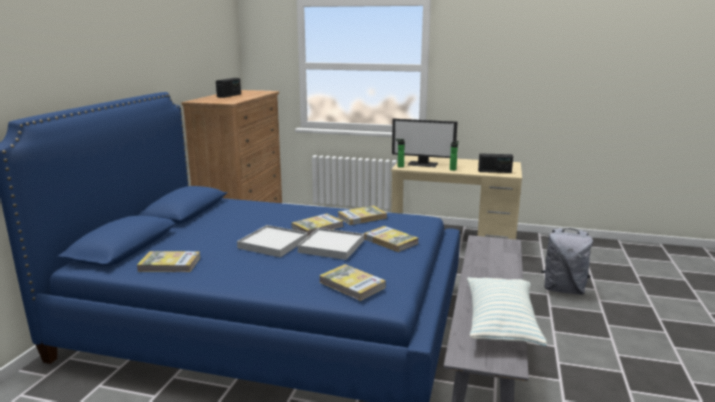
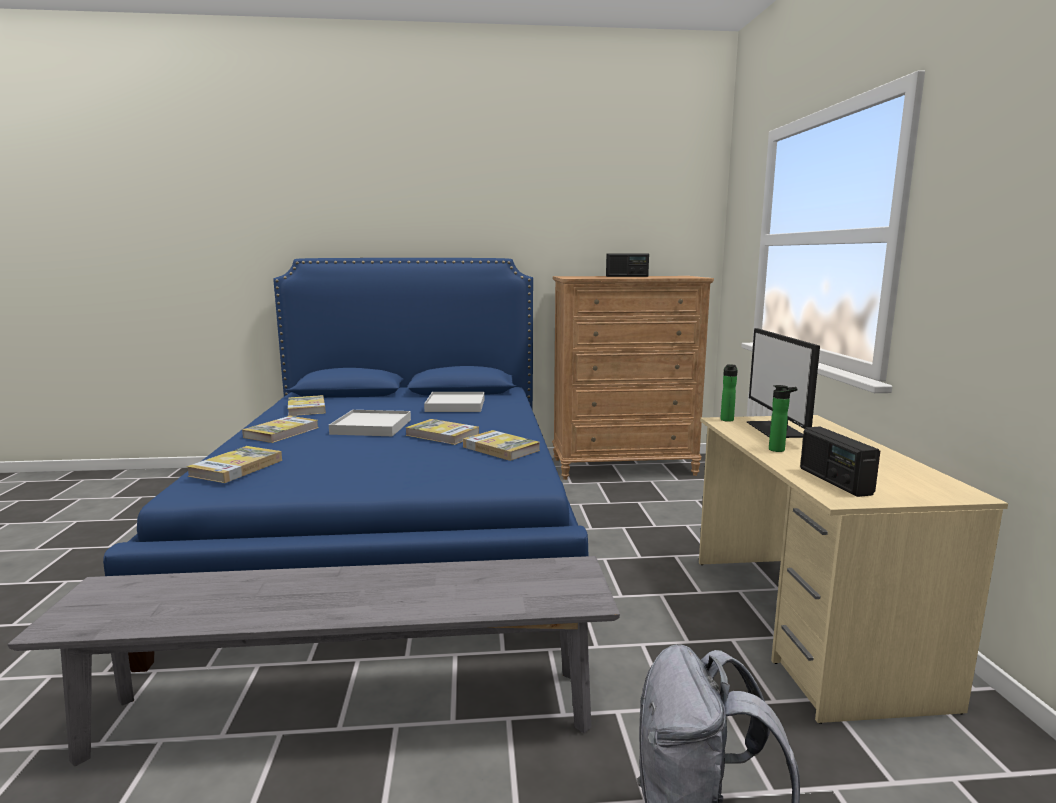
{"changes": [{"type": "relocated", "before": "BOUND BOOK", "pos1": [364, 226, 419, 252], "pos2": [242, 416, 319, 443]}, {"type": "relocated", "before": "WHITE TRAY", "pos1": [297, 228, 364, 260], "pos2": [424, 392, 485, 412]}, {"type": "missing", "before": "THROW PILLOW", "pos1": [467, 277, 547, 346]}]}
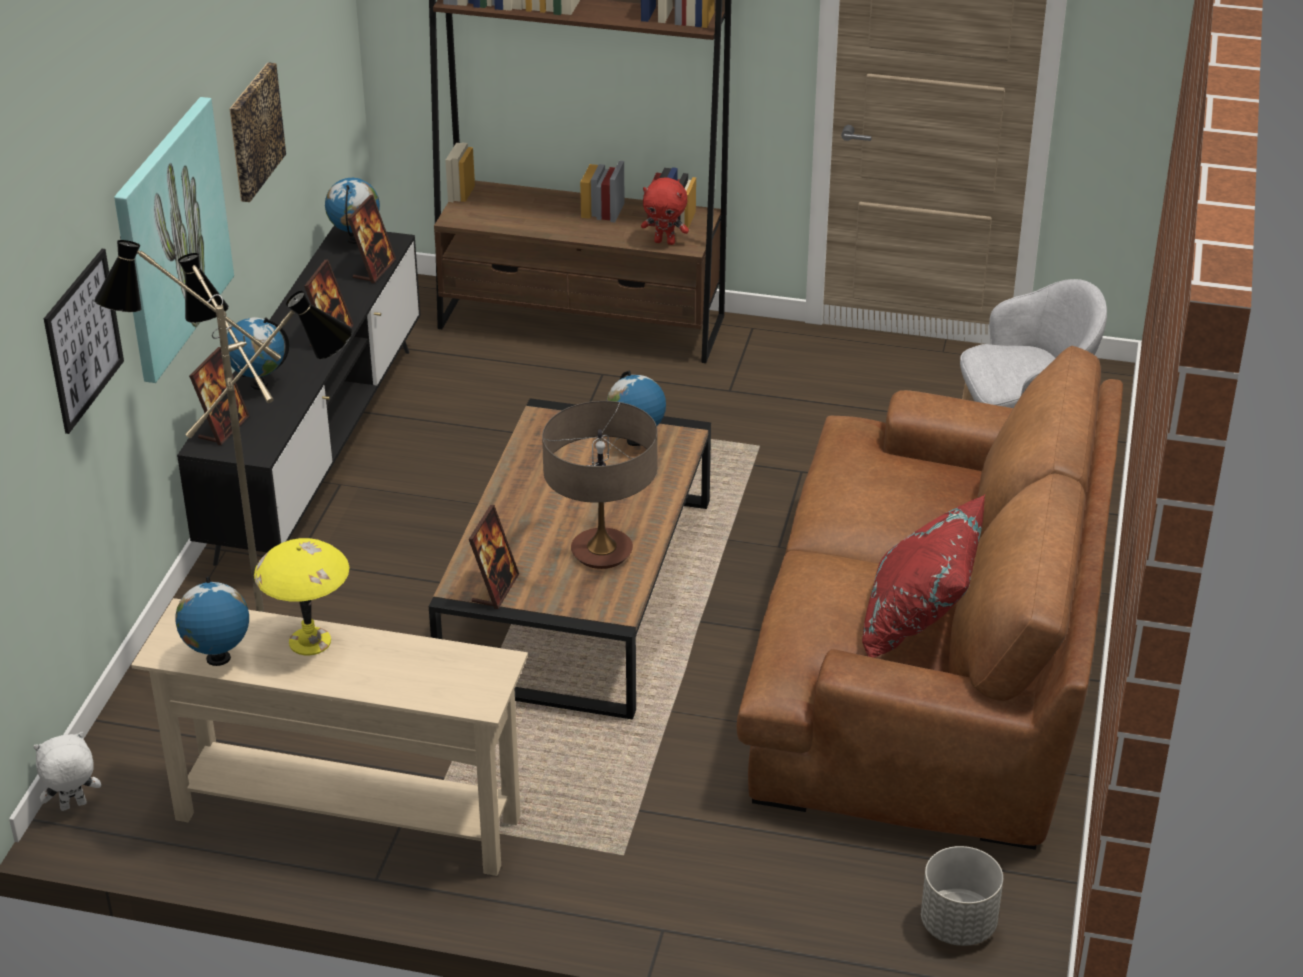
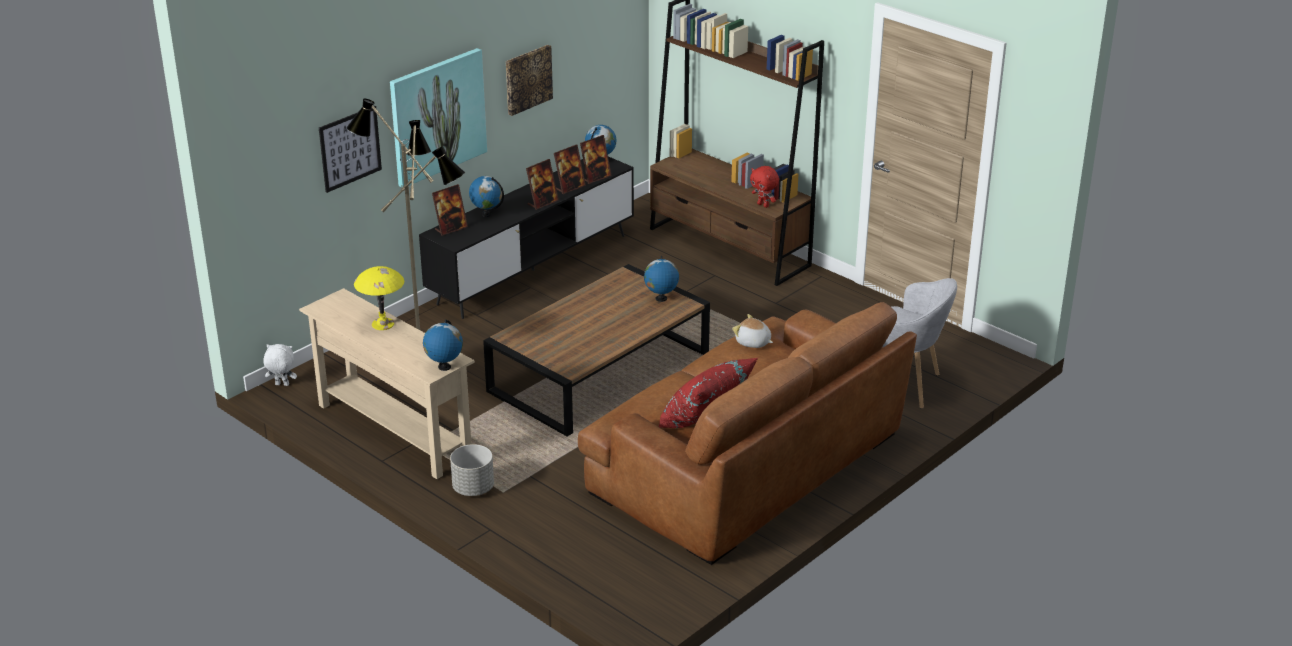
{"changes": [{"type": "missing", "before": "TABLETOP LAMP", "pos1": [542, 401, 658, 569]}, {"type": "relocated", "before": "STANDING FRAME", "pos1": [469, 505, 519, 609], "pos2": [554, 145, 586, 194]}, {"type": "relocated", "before": "DESK GLOBE", "pos1": [175, 576, 249, 666], "pos2": [423, 320, 463, 371]}, {"type": "relocated", "before": "GREYISH PLANT POT", "pos1": [921, 846, 1003, 946], "pos2": [450, 444, 494, 496]}, {"type": "appeared", "after": "PLUSH TOY", "pos2": [732, 314, 773, 348]}]}
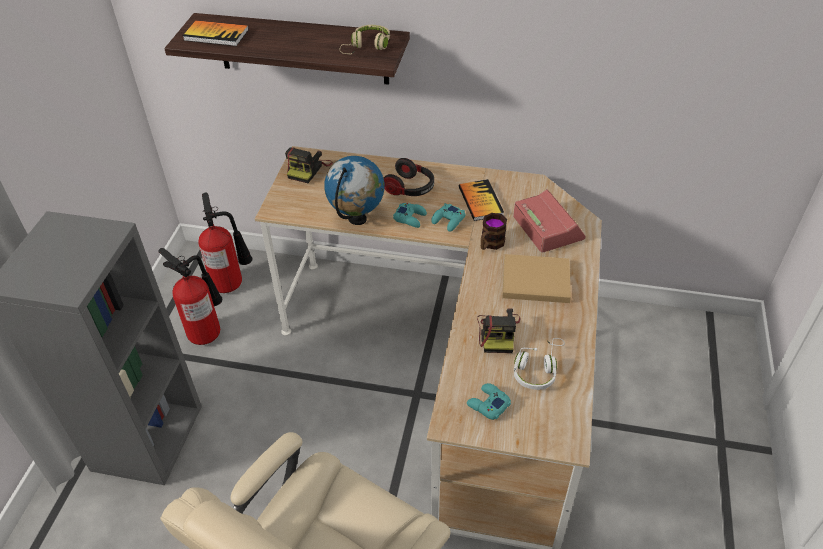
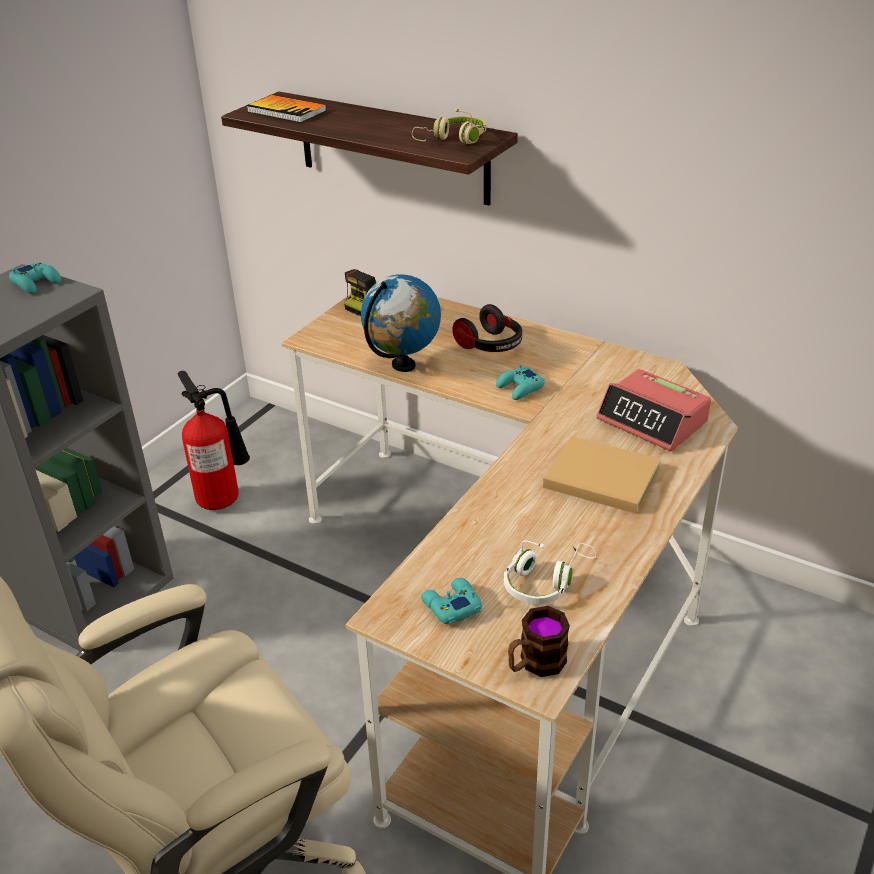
{"changes": [{"type": "missing", "before": "BOUND BOOK", "pos1": [459, 179, 504, 221]}, {"type": "spun", "before": "ALARM CLOCK", "pos1": [513, 189, 586, 253], "pos2": [596, 369, 711, 451], "turn": 135}, {"type": "missing", "before": "FIRE EXTINGUISHER", "pos1": [199, 193, 253, 293]}, {"type": "relocated", "before": "TURQUOISE-COLOURED GAMEPAD", "pos1": [393, 203, 427, 228], "pos2": [9, 263, 61, 294]}, {"type": "relocated", "before": "MUG", "pos1": [481, 213, 507, 250], "pos2": [508, 606, 570, 677]}, {"type": "missing", "before": "PHOTO CAMERA", "pos1": [477, 309, 520, 353]}]}
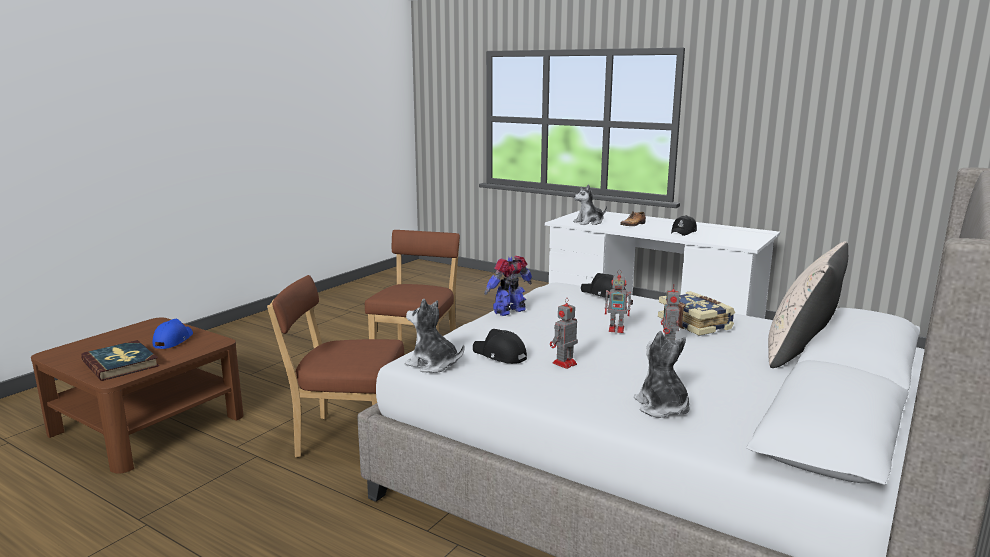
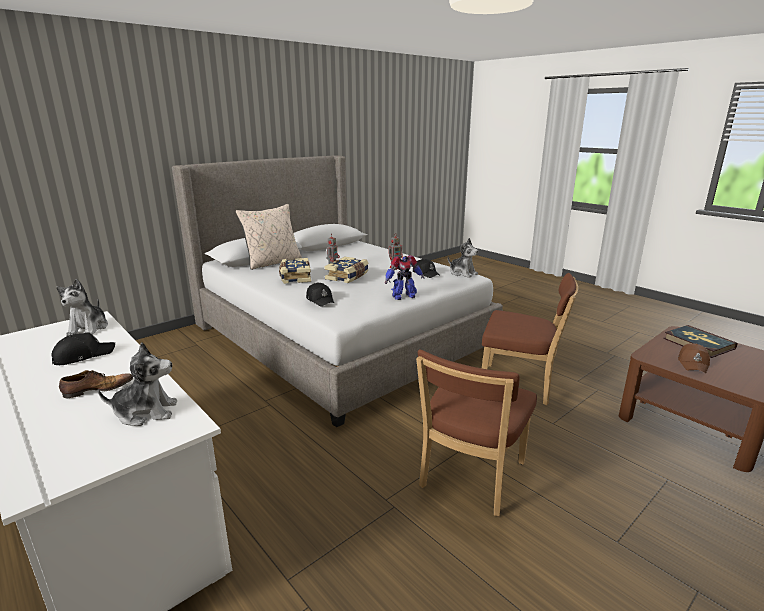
{"changes": [{"type": "exchanged", "before": "ROBOT FIGURE", "after": "BOUND BOOK", "pos1": [605, 270, 633, 333], "pos2": [325, 257, 369, 283]}, {"type": "colour", "before": "BLUE-COLOURED CAP", "after": "BROWNISH CAP", "pos1": [153, 319, 193, 349], "pos2": [678, 343, 710, 373]}, {"type": "relocated", "before": "PLUSH TOY", "pos1": [634, 331, 689, 418], "pos2": [57, 279, 108, 336]}]}
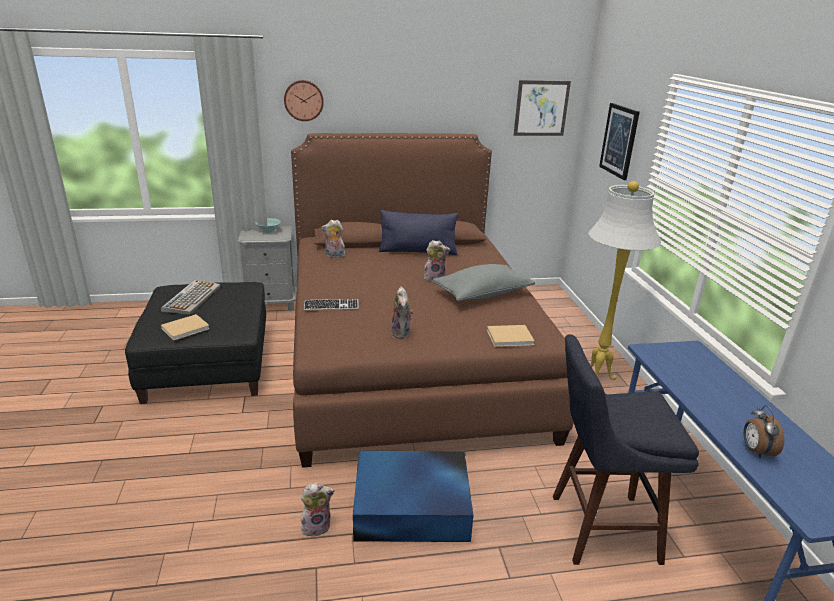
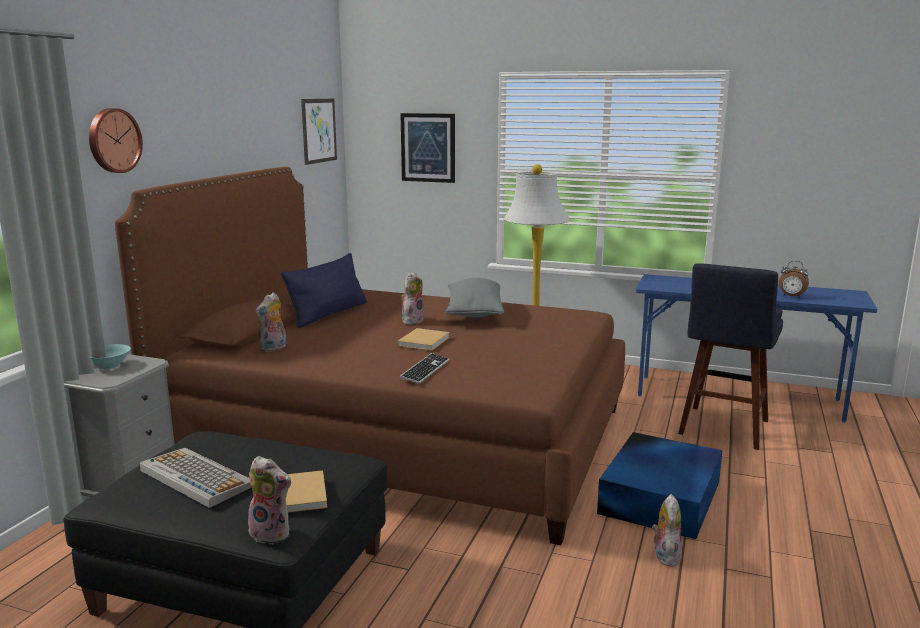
{"changes": [{"type": "relocated", "before": "PLUSH TOY", "pos1": [391, 287, 414, 339], "pos2": [248, 456, 291, 545]}, {"type": "relocated", "before": "BEIGE-COLOURED BOUND BOOK", "pos1": [487, 325, 535, 347], "pos2": [398, 328, 450, 351]}]}
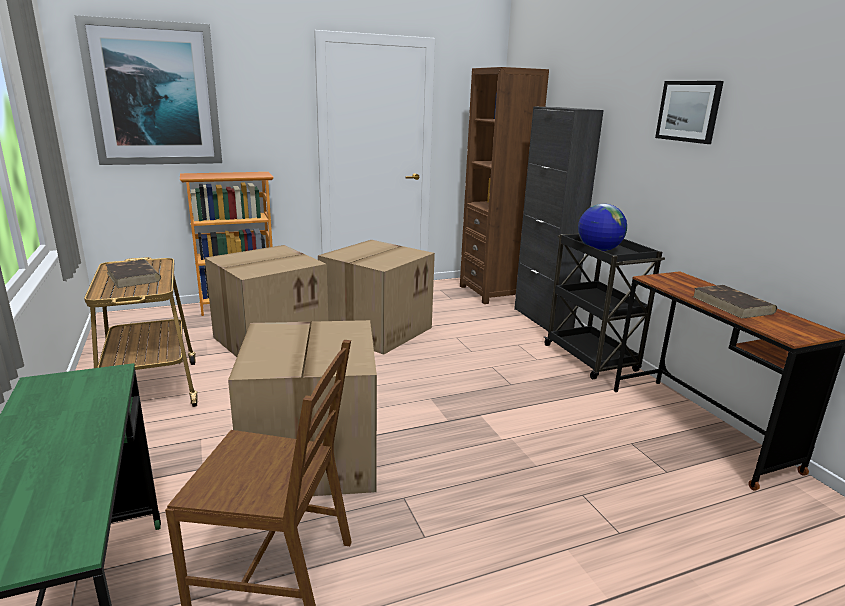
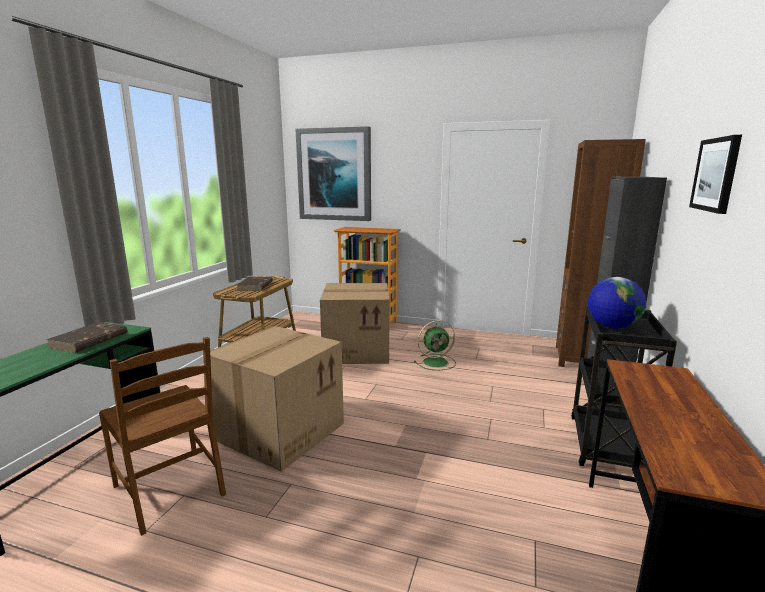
{"changes": [{"type": "exchanged", "before": "PACKING BOX", "after": "GREEN FAN", "pos1": [318, 240, 435, 355], "pos2": [414, 320, 456, 370]}, {"type": "relocated", "before": "BROWNISH BOUND BOOK", "pos1": [693, 285, 777, 319], "pos2": [46, 322, 127, 353]}]}
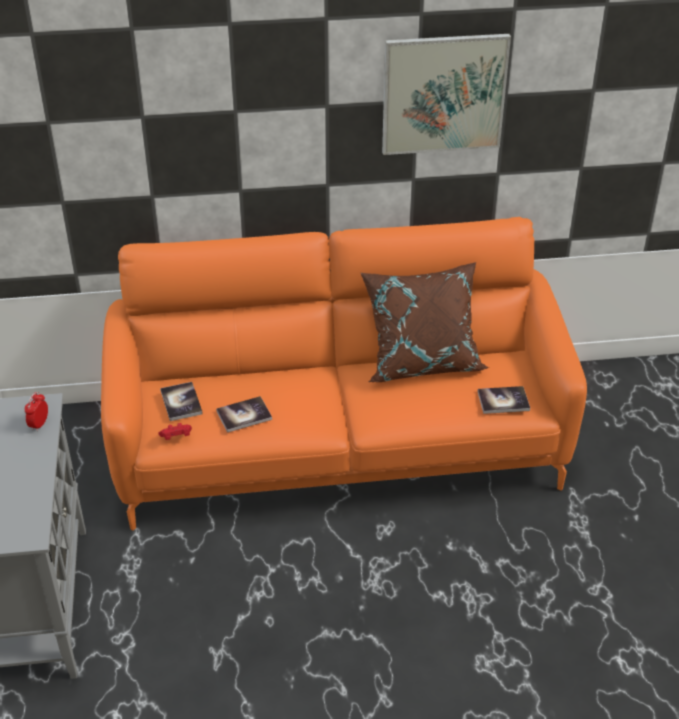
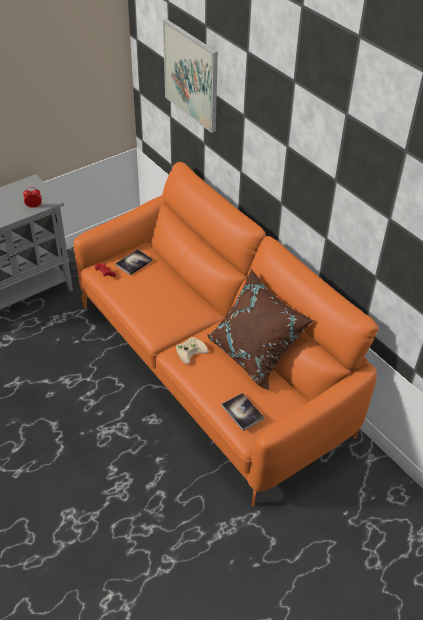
{"changes": [{"type": "relocated", "before": "WALL PICTURE", "pos1": [382, 34, 511, 155], "pos2": [163, 19, 218, 133]}, {"type": "missing", "before": "BOUND BOOK", "pos1": [216, 396, 272, 433]}, {"type": "appeared", "after": "BEIGE-COLOURED GAMEPAD", "pos2": [176, 337, 209, 365]}]}
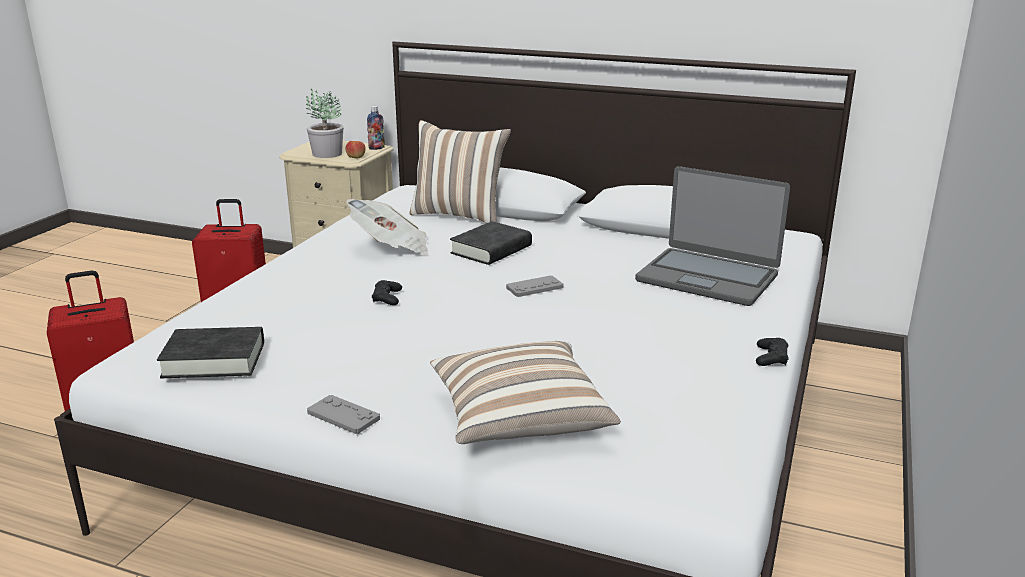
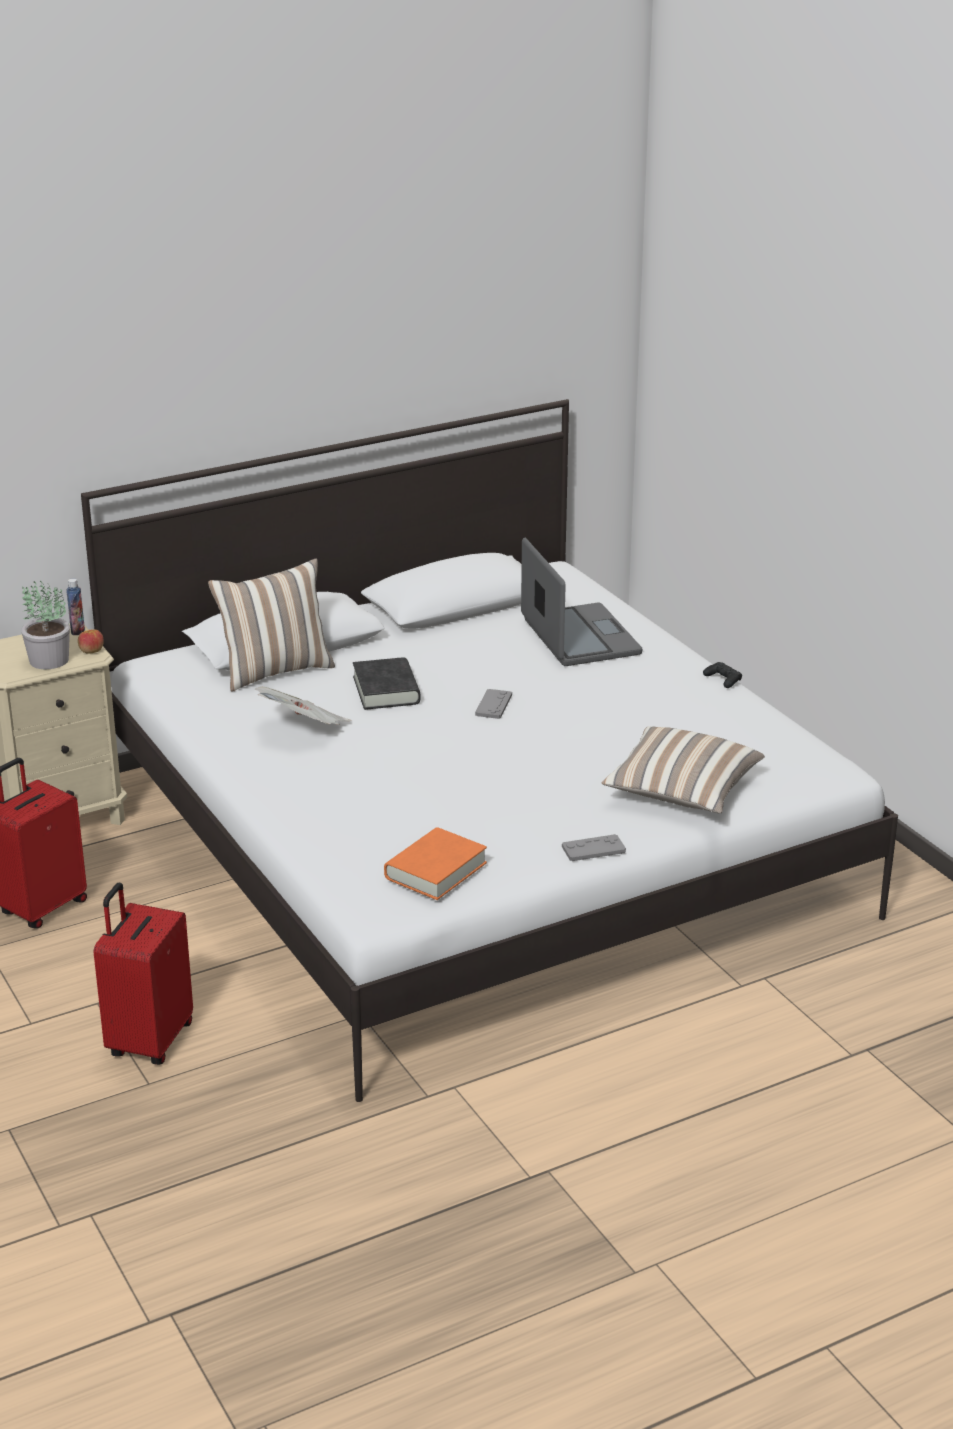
{"changes": [{"type": "spun", "before": "PORTABLE COMPUTER", "pos1": [635, 166, 790, 306], "pos2": [521, 538, 642, 666], "turn": -90}, {"type": "missing", "before": "BLACK-COLOURED GAMEPAD", "pos1": [372, 280, 402, 305]}, {"type": "colour", "before": "BLACK-COLOURED BOUND BOOK", "after": "ORANGE-COLOURED BOUND BOOK", "pos1": [157, 327, 264, 378], "pos2": [384, 827, 487, 900]}]}
